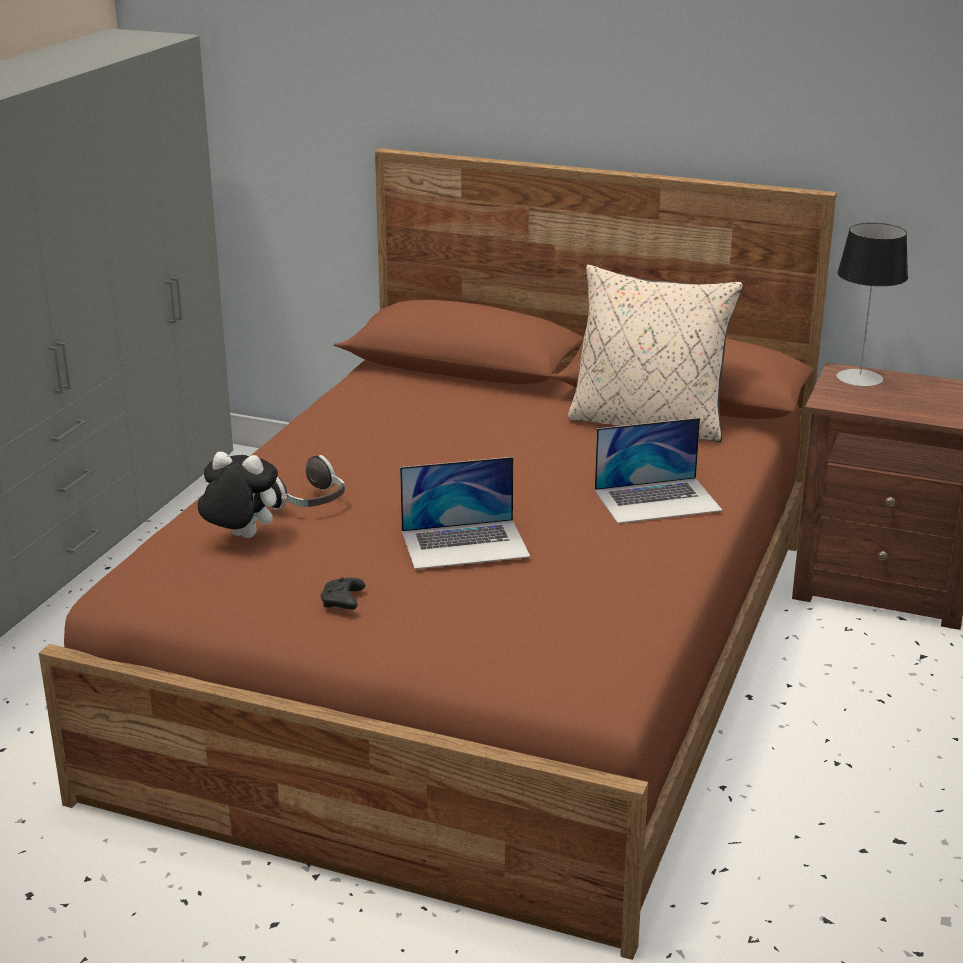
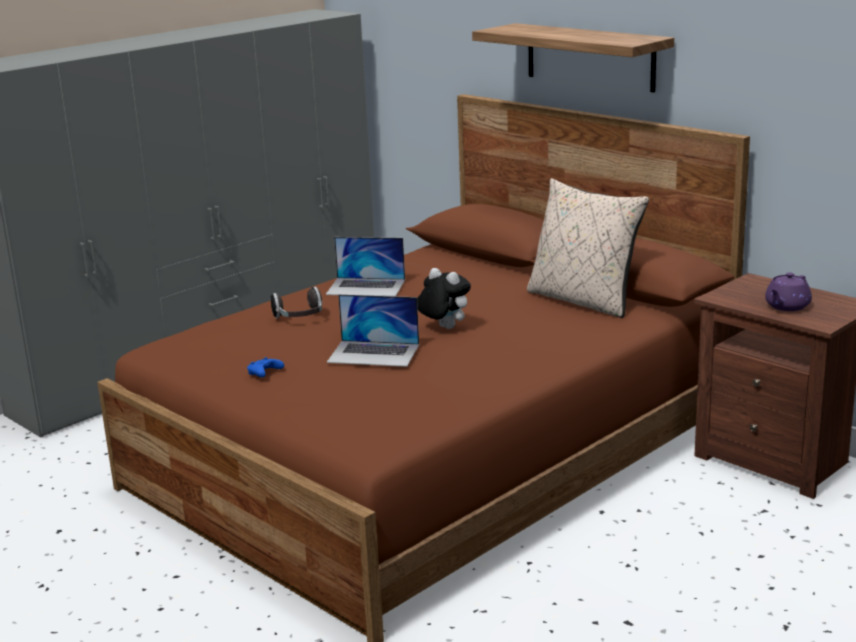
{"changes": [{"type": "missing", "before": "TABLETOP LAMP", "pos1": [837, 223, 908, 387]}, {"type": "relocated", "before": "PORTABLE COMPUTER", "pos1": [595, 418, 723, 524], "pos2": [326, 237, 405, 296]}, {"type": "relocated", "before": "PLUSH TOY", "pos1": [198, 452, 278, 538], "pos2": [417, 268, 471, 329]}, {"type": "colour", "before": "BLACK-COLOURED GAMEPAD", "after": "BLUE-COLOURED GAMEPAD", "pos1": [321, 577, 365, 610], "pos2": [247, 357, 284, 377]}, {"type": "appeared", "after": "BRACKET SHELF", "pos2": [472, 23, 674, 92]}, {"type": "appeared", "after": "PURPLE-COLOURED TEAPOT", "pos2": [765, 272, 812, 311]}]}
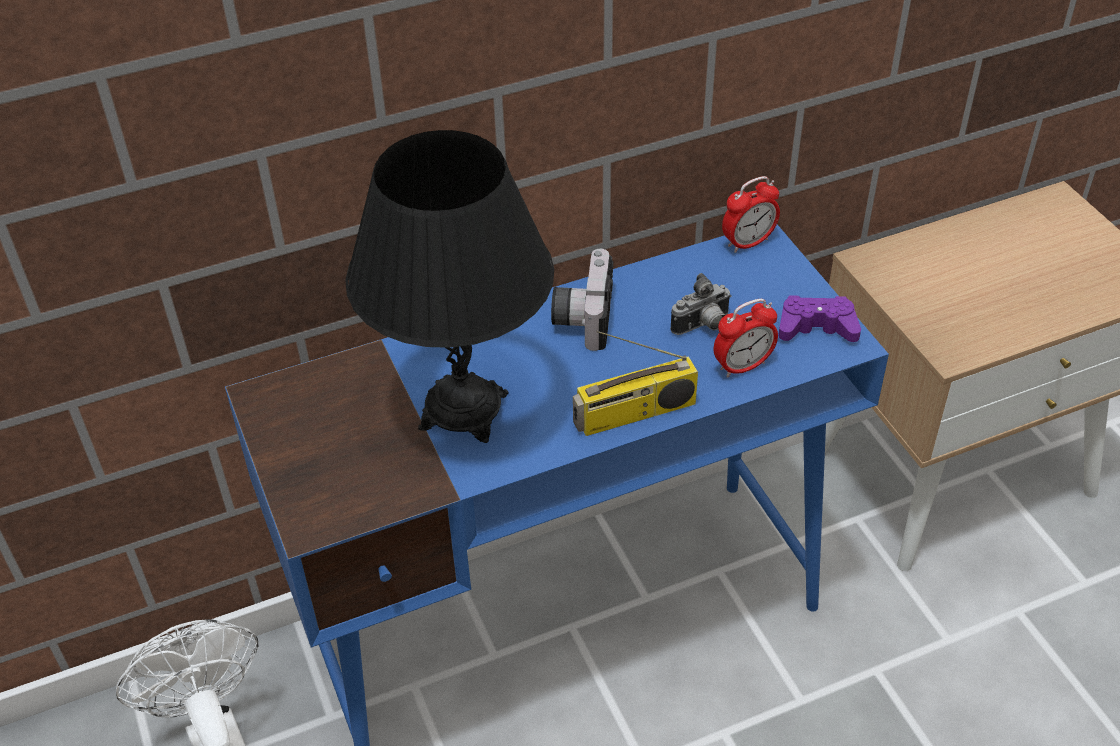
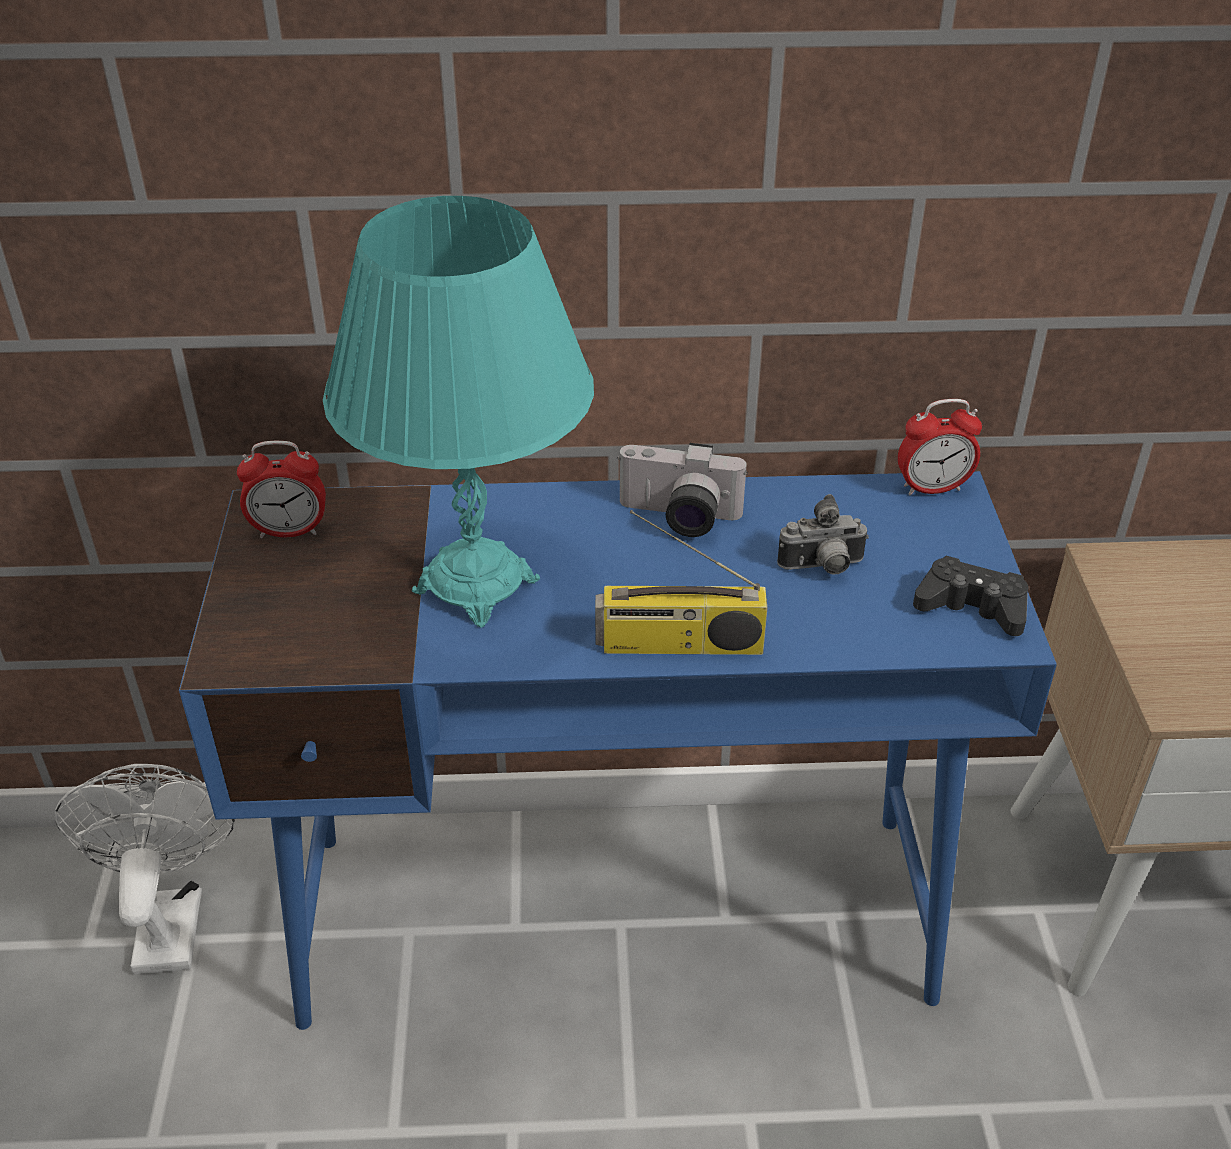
{"changes": [{"type": "colour", "before": "BLACK-COLOURED TABLETOP LAMP", "after": "TURQUOISE-COLOURED TABLETOP LAMP", "pos1": [345, 130, 554, 443], "pos2": [323, 196, 594, 628]}, {"type": "spun", "before": "PHOTO CAMERA", "pos1": [551, 249, 613, 351], "pos2": [617, 443, 748, 537], "turn": -105}, {"type": "colour", "before": "PURPLE-COLOURED GAMEPAD", "after": "BLACK-COLOURED GAMEPAD", "pos1": [778, 295, 861, 342], "pos2": [913, 556, 1028, 636]}, {"type": "relocated", "before": "ALARM CLOCK", "pos1": [714, 299, 778, 378], "pos2": [237, 441, 326, 538]}]}
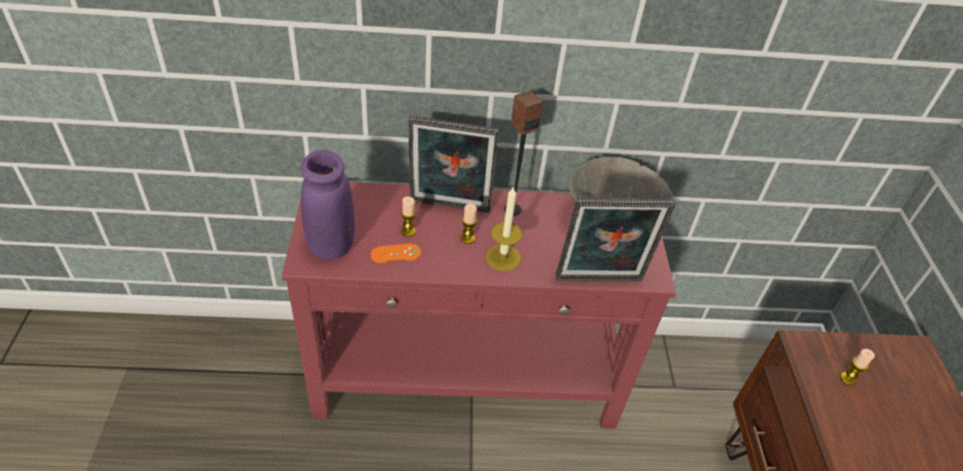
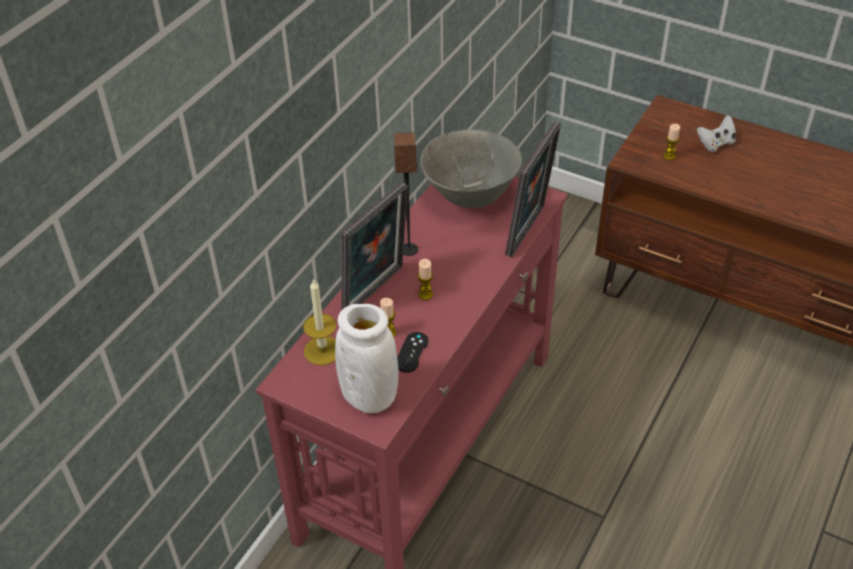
{"changes": [{"type": "colour", "before": "PURPLE-COLOURED DECORATIVE VASE", "after": "WHITE DECORATIVE VASE", "pos1": [301, 150, 355, 260], "pos2": [335, 304, 398, 413]}, {"type": "relocated", "before": "CANDLE", "pos1": [486, 186, 522, 271], "pos2": [303, 278, 336, 365]}, {"type": "colour", "before": "ORANGE-COLOURED GAMEPAD", "after": "BLACK-COLOURED GAMEPAD", "pos1": [371, 244, 421, 263], "pos2": [397, 332, 428, 373]}, {"type": "appeared", "after": "WHITE GAMEPAD", "pos2": [697, 115, 737, 152]}]}
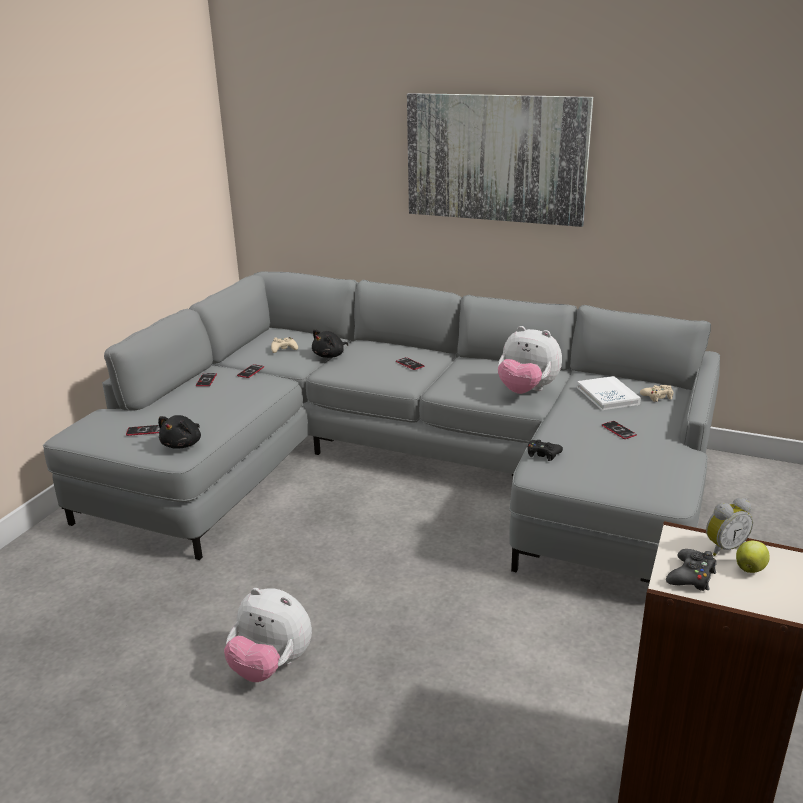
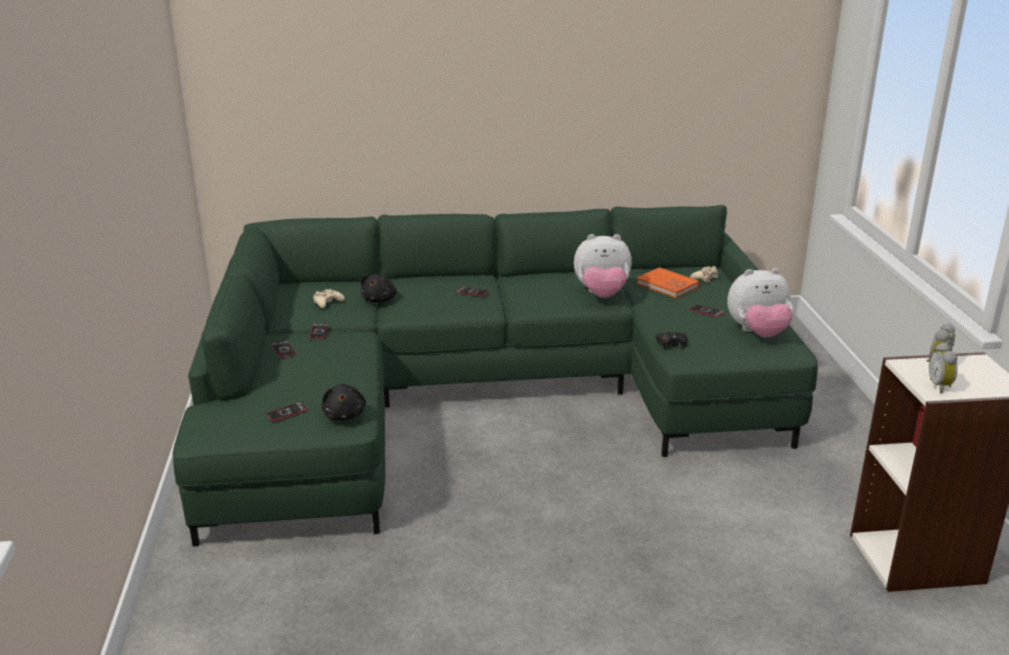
{"changes": [{"type": "missing", "before": "WALL PICTURE", "pos1": [407, 93, 593, 227]}, {"type": "colour", "before": "GREYISH COUCH", "after": "GREEN COUCH", "pos1": [43, 272, 720, 583], "pos2": [173, 205, 818, 546]}, {"type": "colour", "before": "WHITE BOUND BOOK", "after": "ORANGE-COLOURED BOUND BOOK", "pos1": [577, 376, 641, 410], "pos2": [636, 267, 699, 298]}, {"type": "missing", "before": "APPLE", "pos1": [736, 541, 769, 573]}, {"type": "exchanged", "before": "BLACK-COLOURED GAMEPAD", "after": "ALARM CLOCK", "pos1": [666, 549, 717, 591], "pos2": [929, 342, 957, 393]}, {"type": "relocated", "before": "PLUSH TOY", "pos1": [224, 588, 312, 682], "pos2": [727, 268, 793, 338]}]}
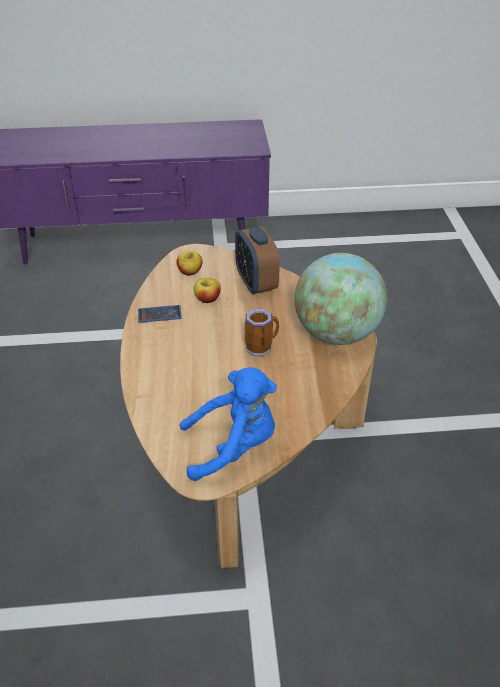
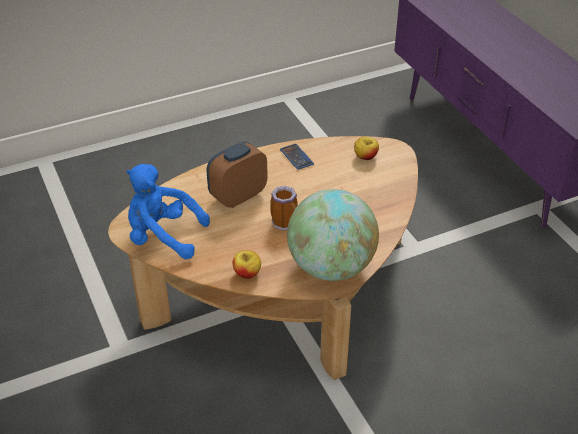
{"changes": [{"type": "relocated", "before": "ALARM CLOCK", "pos1": [235, 226, 280, 294], "pos2": [207, 141, 268, 208]}, {"type": "relocated", "before": "APPLE", "pos1": [194, 278, 221, 303], "pos2": [233, 250, 261, 279]}, {"type": "spun", "before": "BLUE-COLOURED PLUSH TOY", "pos1": [180, 367, 276, 481], "pos2": [126, 164, 210, 259], "turn": 135}]}
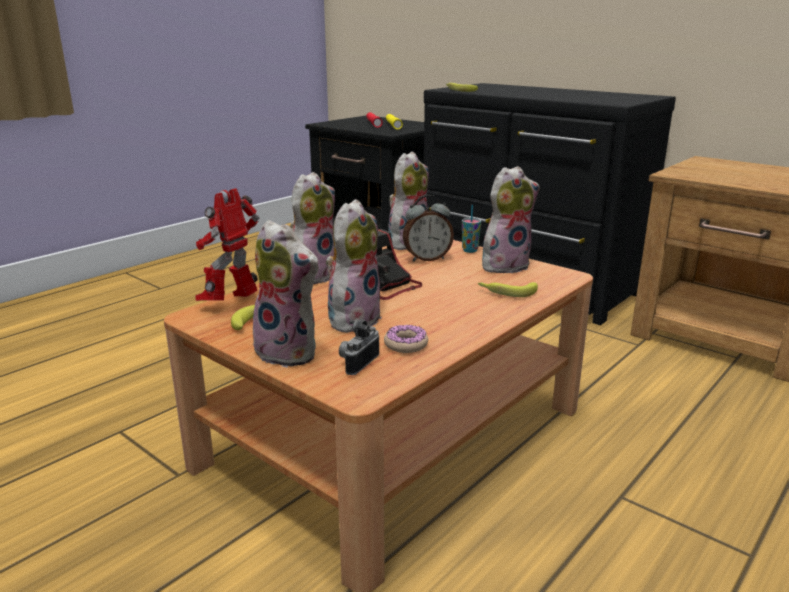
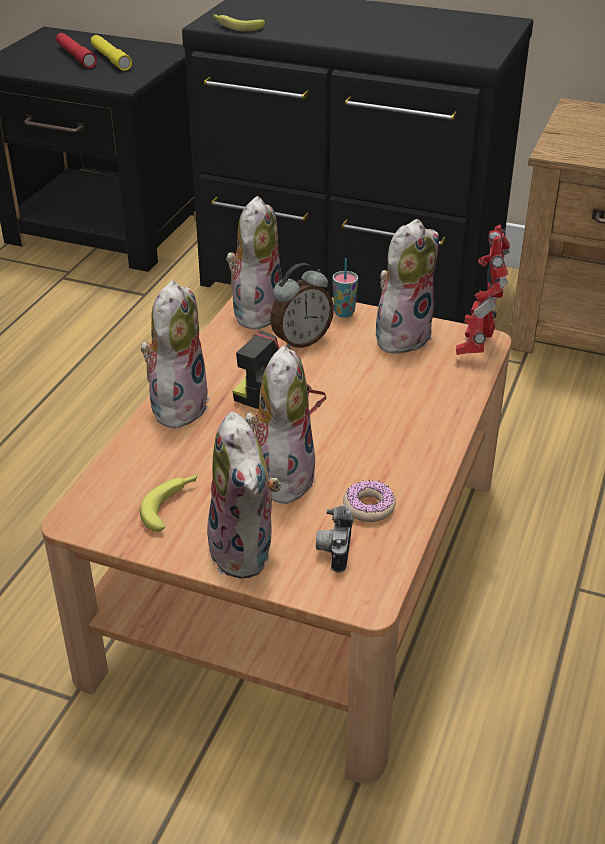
{"changes": [{"type": "relocated", "before": "ROBOT FIGURE", "pos1": [195, 188, 259, 301], "pos2": [456, 225, 510, 355]}, {"type": "spun", "before": "PLUSH TOY", "pos1": [253, 220, 320, 368], "pos2": [207, 412, 281, 579], "turn": 60}, {"type": "missing", "before": "BANANA", "pos1": [478, 282, 538, 297]}]}
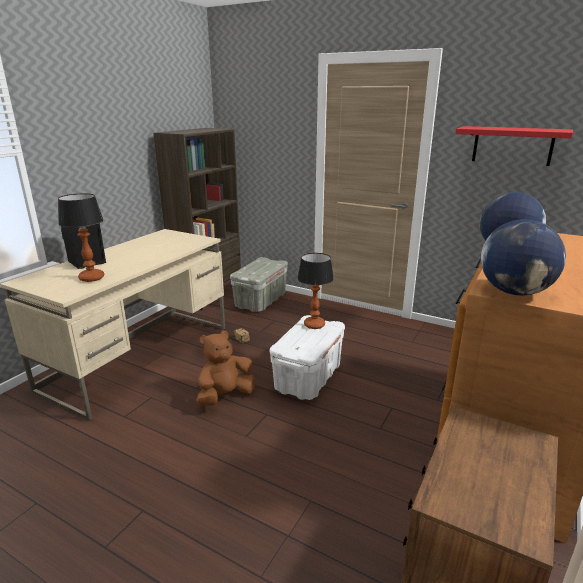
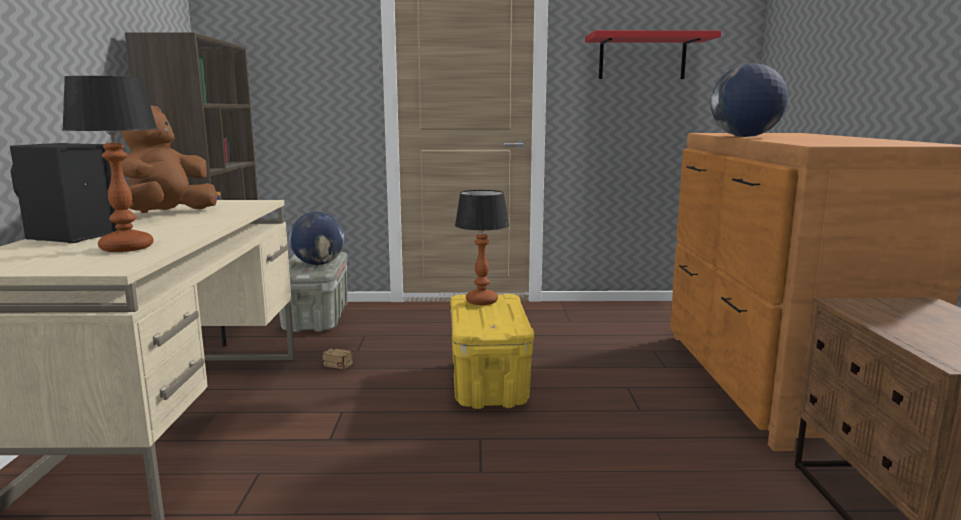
{"changes": [{"type": "relocated", "before": "DESK GLOBE", "pos1": [481, 219, 566, 296], "pos2": [289, 212, 344, 265]}, {"type": "colour", "before": "WHITE STORAGE BOX", "after": "YELLOWISH STORAGE BOX", "pos1": [270, 315, 345, 400], "pos2": [450, 294, 534, 409]}, {"type": "relocated", "before": "BROWNISH PLUSH TOY", "pos1": [196, 331, 255, 407], "pos2": [122, 105, 217, 213]}]}
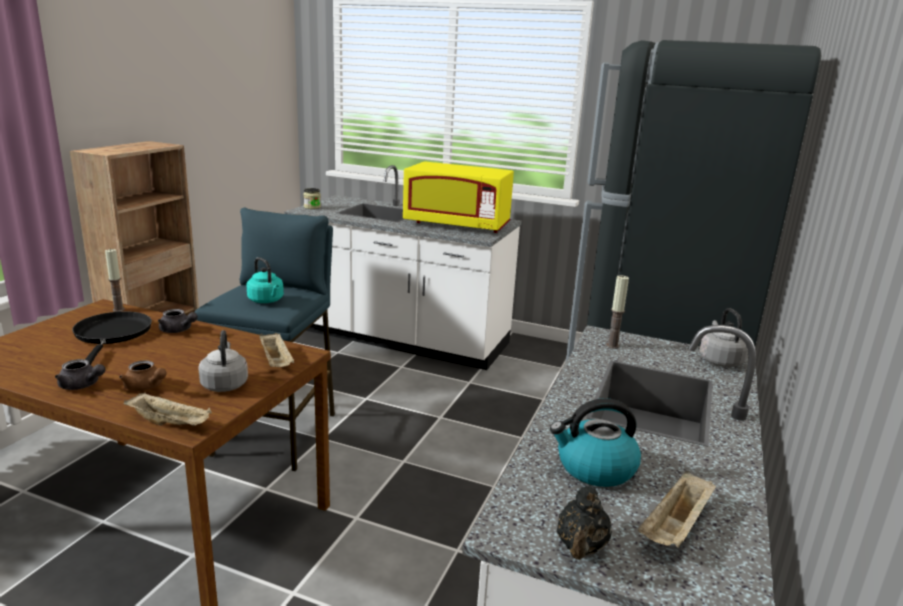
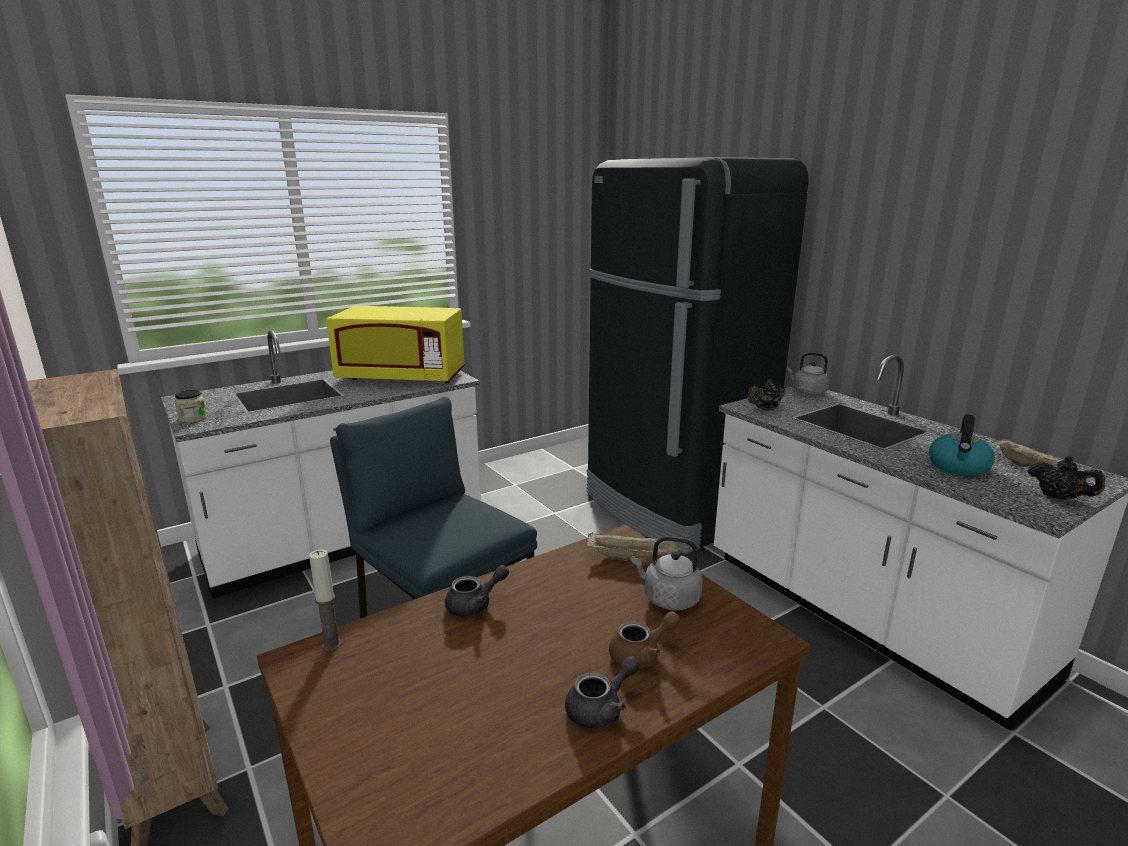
{"changes": [{"type": "spun", "before": "YELLOWISH MICROWAVE OVEN", "pos1": [403, 161, 514, 233], "pos2": [326, 306, 465, 383], "turn": 45}, {"type": "missing", "before": "TURQUOISE-COLOURED KETTLE", "pos1": [246, 257, 284, 303]}, {"type": "exchanged", "before": "CANDLE", "after": "BLACK-COLOURED TEAPOT", "pos1": [606, 275, 629, 349], "pos2": [747, 378, 786, 411]}, {"type": "missing", "before": "BLACK-COLOURED PAN", "pos1": [72, 311, 152, 365]}, {"type": "missing", "before": "BEIGE-COLOURED TRAY", "pos1": [124, 392, 212, 426]}]}
